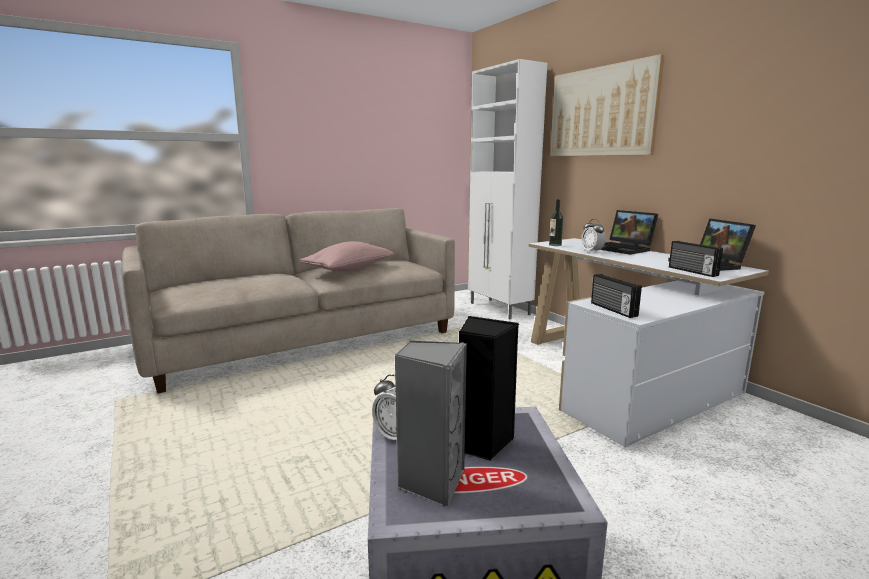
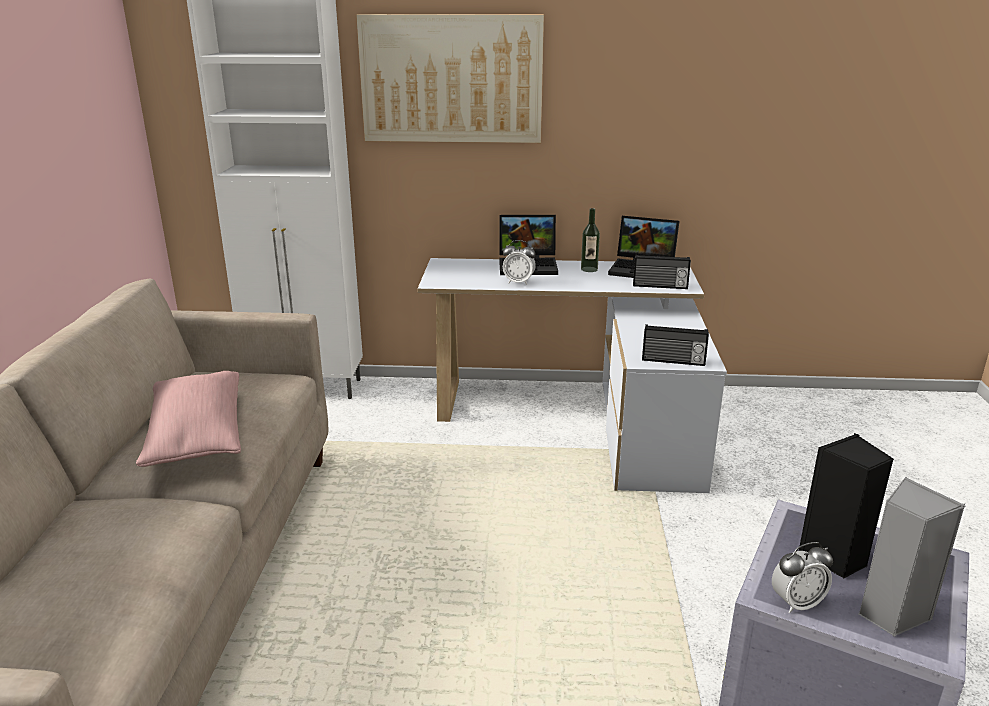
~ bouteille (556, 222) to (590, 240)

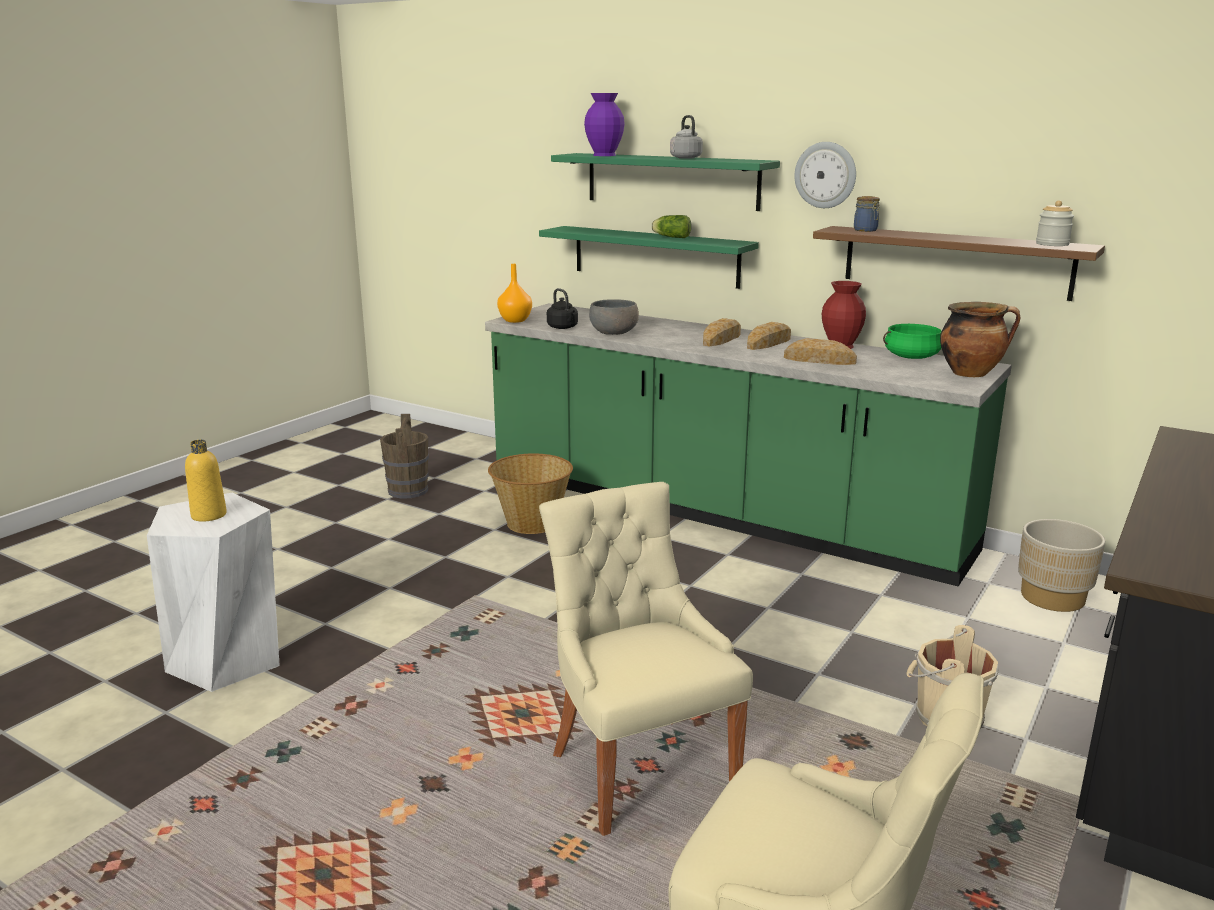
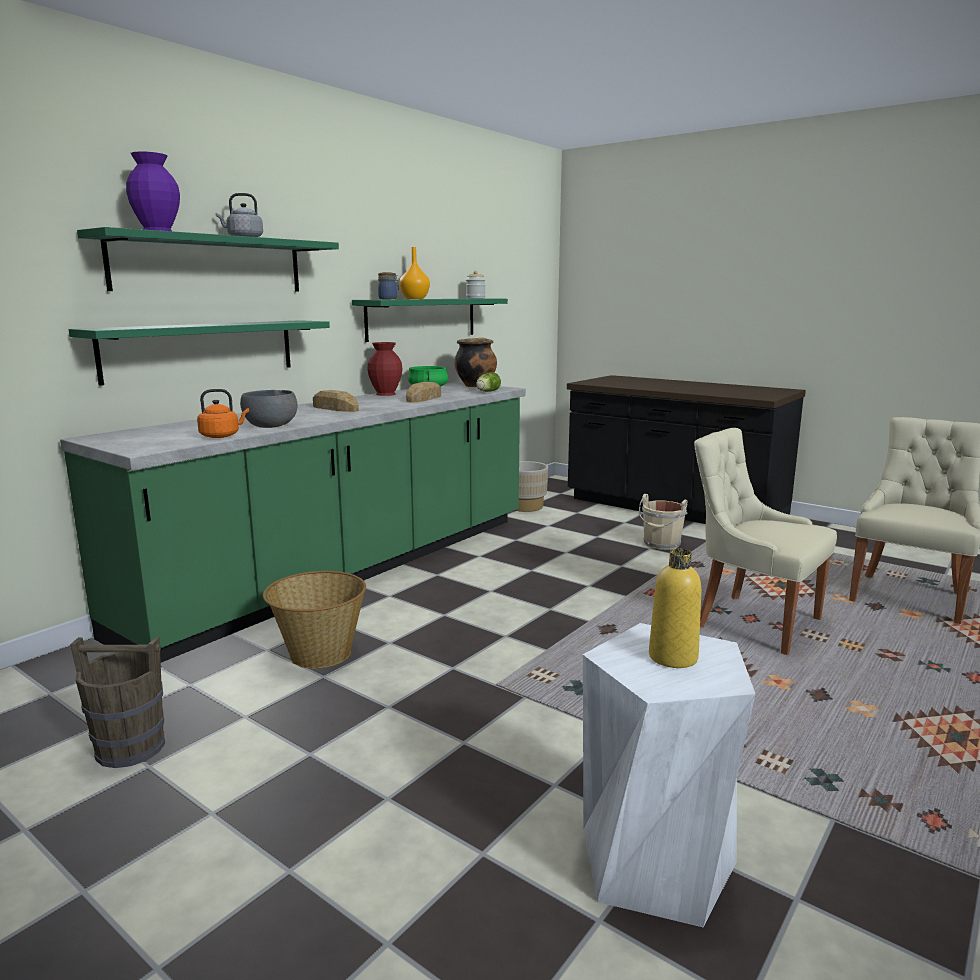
~ vase/orange (514, 293) to (414, 273)
~ chaise/beige (646, 659) = (765, 541) 60 degrees clockwise
~ bouilloire/noir (562, 308) to bouilloire/orange (223, 413)
~ laitue (671, 226) to (488, 382)
- pain (769, 336)
- horloge murale (825, 175)
~ étagère/marron (959, 263) to étagère/vert (430, 320)

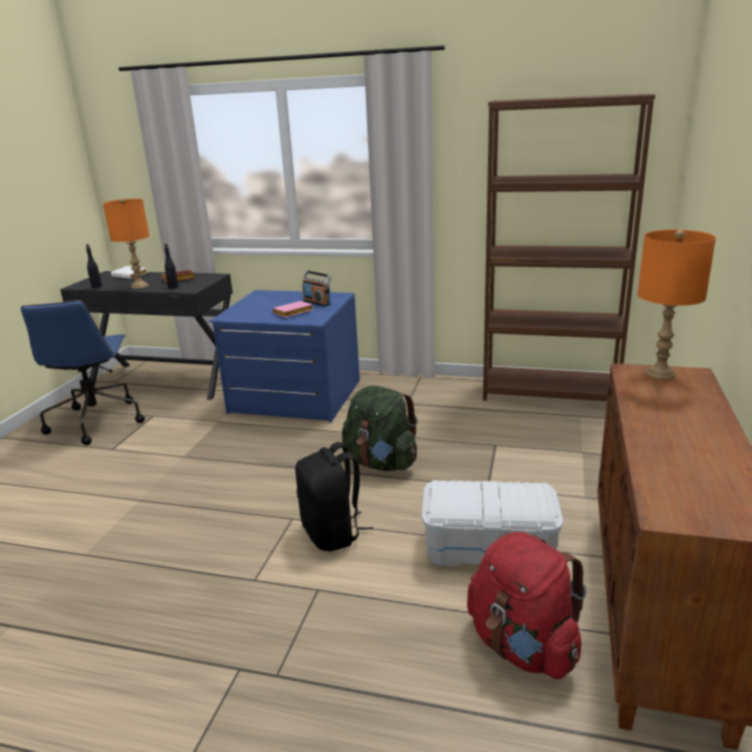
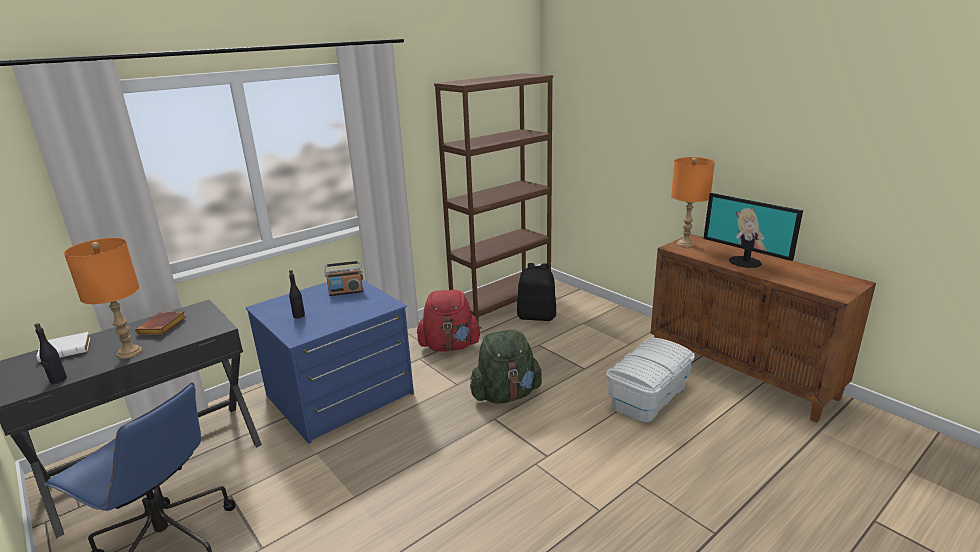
~ bouteille/noir (171, 266) to (297, 294)
- livre/rose (293, 309)
~ sac à dos/noir (334, 496) to (536, 292)
~ sac à dos/rouge (527, 605) to (449, 321)
+ écran d'ordinateur (753, 230)

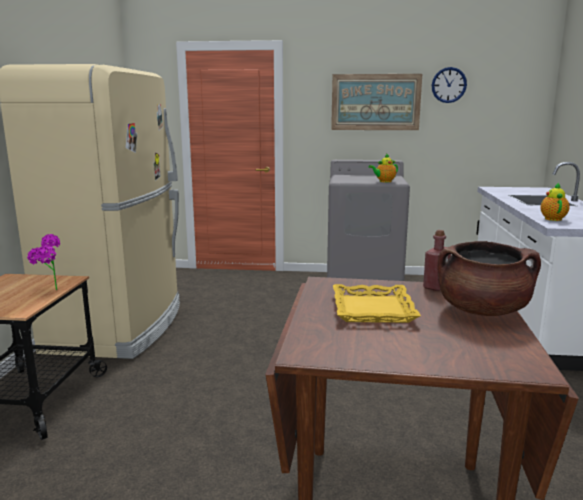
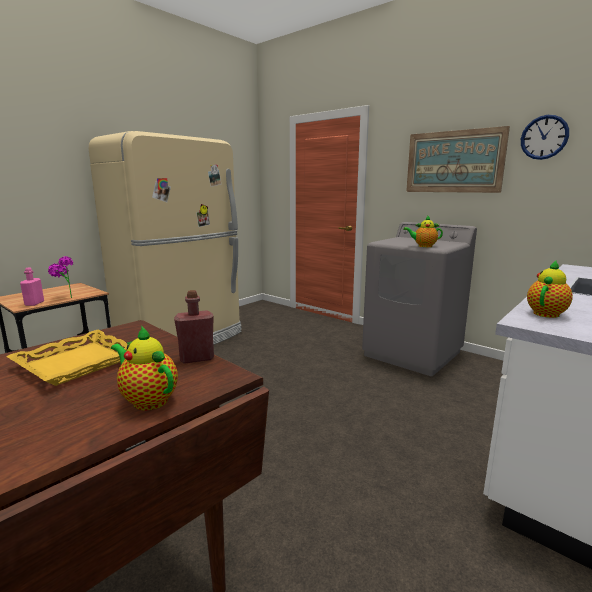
~ marmite/marron (489, 278) to théière (144, 367)
+ bouteille/rose (32, 286)

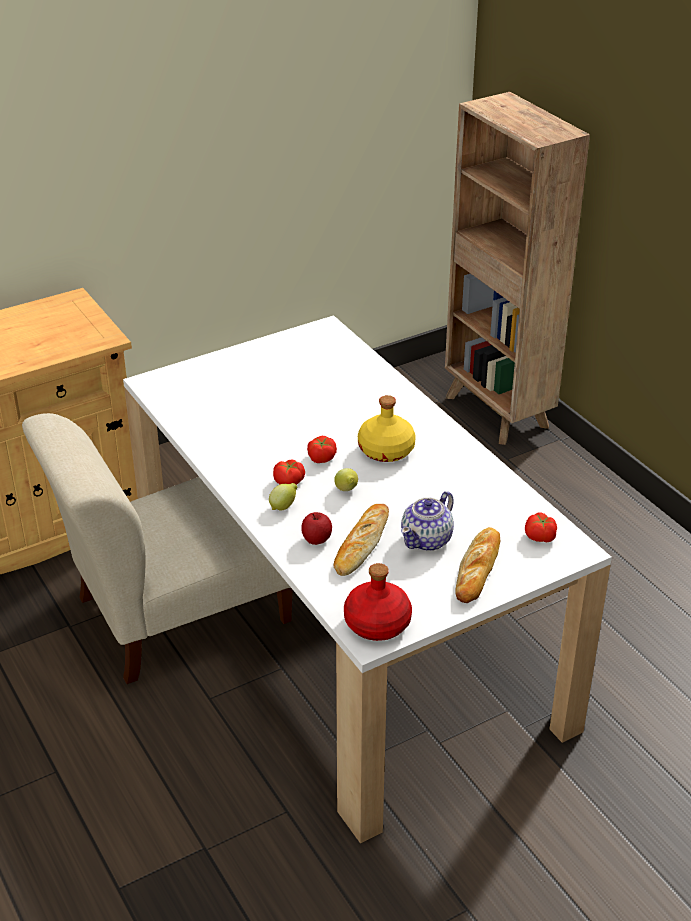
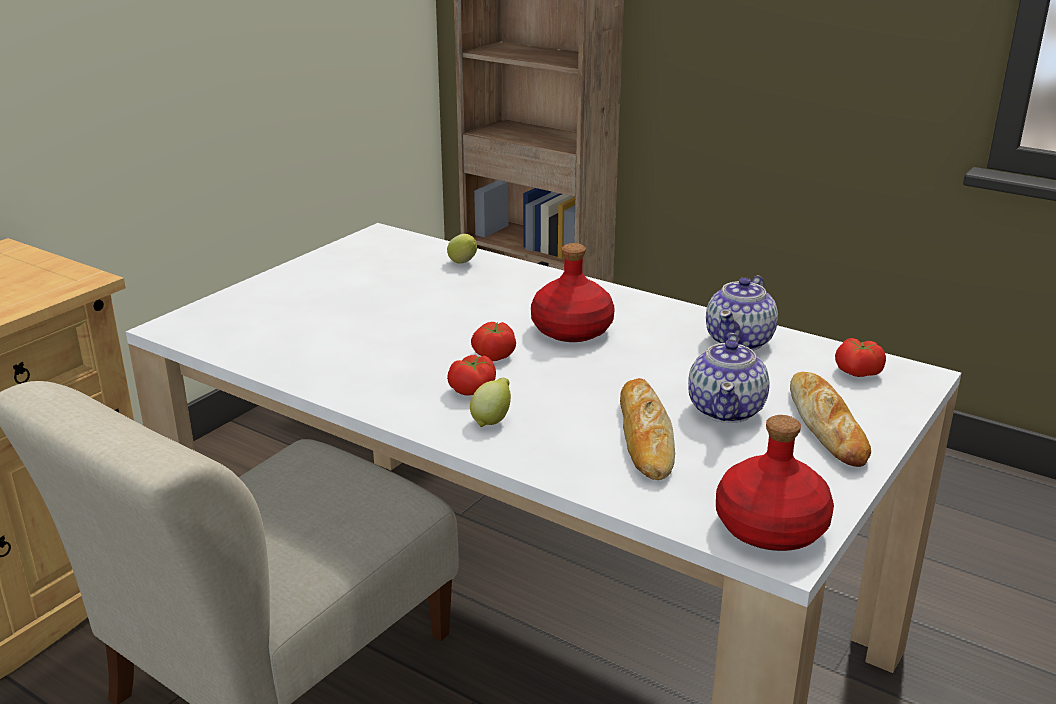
- pomme (316, 528)
~ citron (346, 479) to (462, 249)
~ bouteille/jaune (387, 428) to bouteille/rouge (573, 292)
+ théière (742, 313)

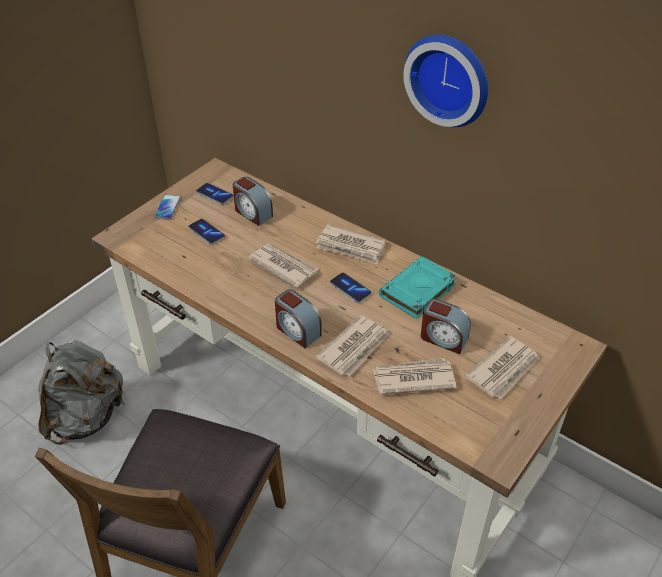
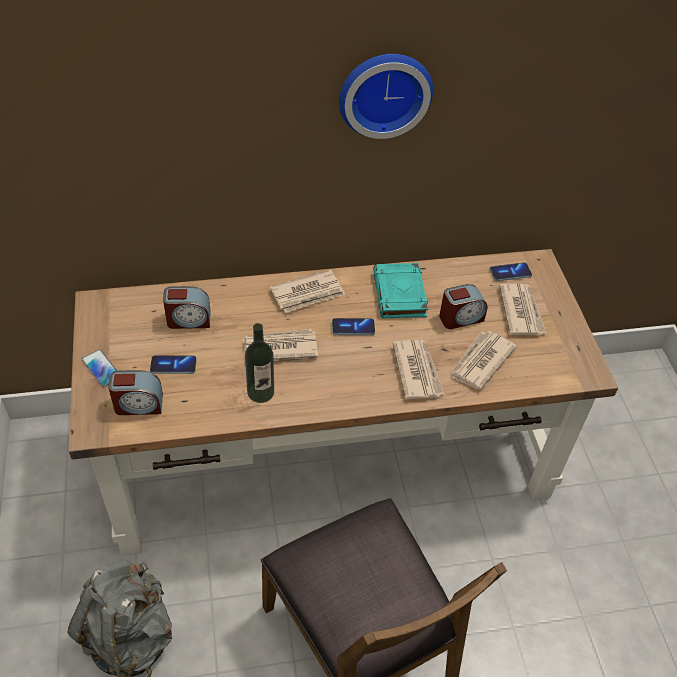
~ téléphone (214, 194) to (510, 272)
~ réveil (298, 318) to (135, 392)
+ bouteille (259, 363)

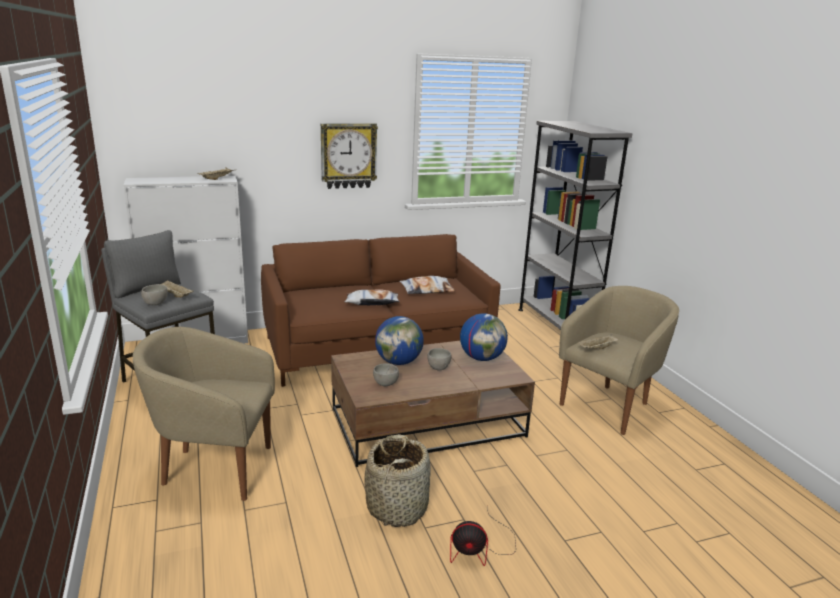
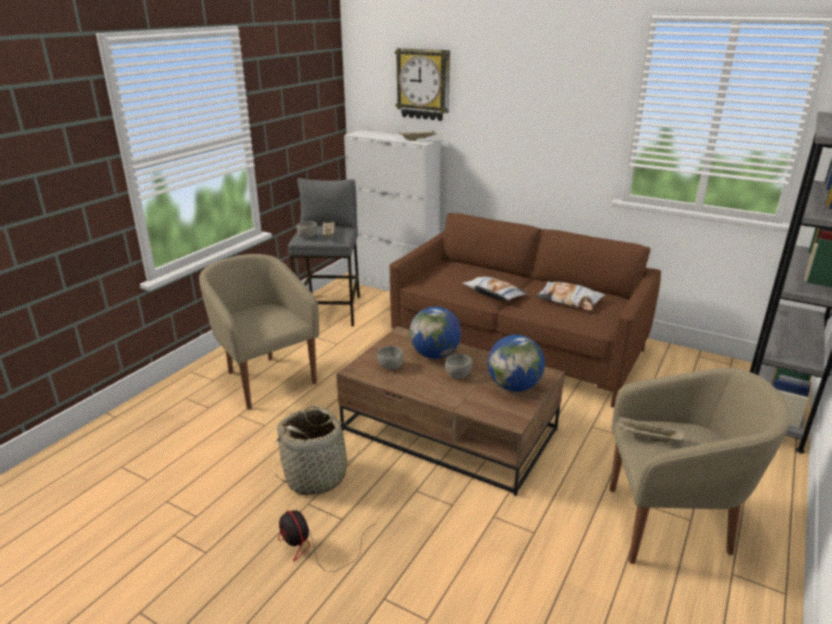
~ horloge murale (349, 156) to (422, 84)

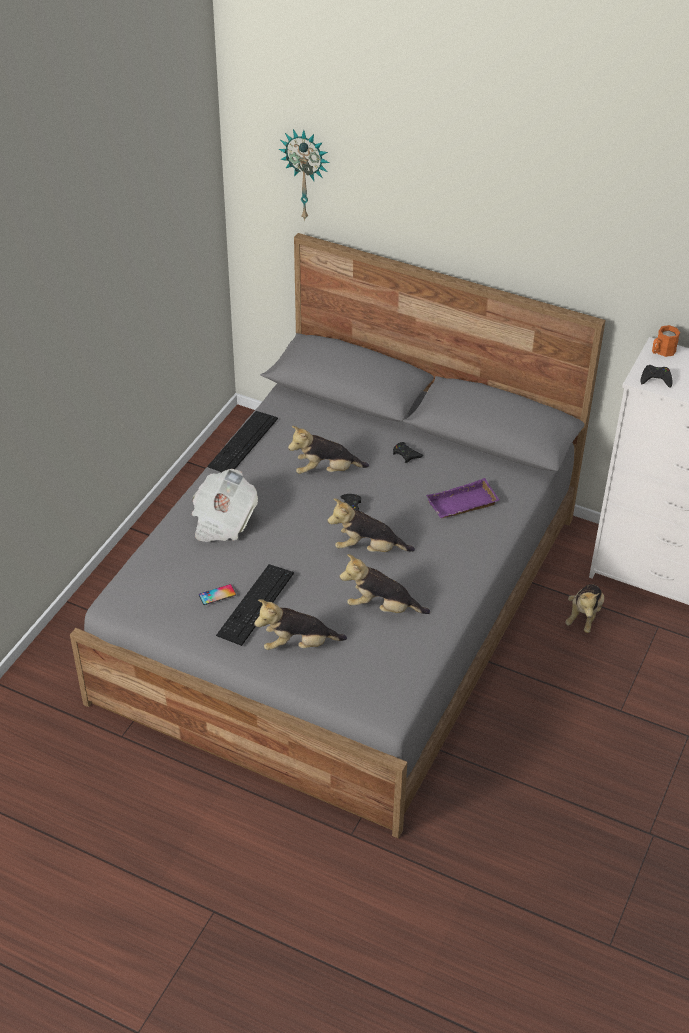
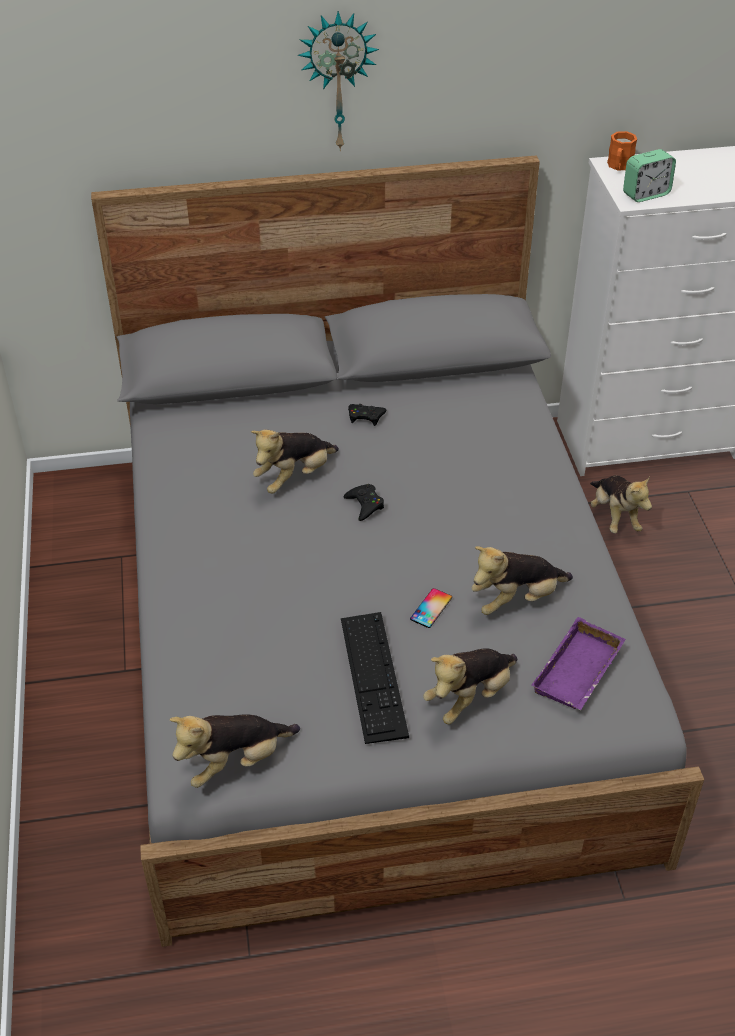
- journal (225, 505)
~ téléphone (217, 594) to (431, 608)
- clavier (242, 441)
~ horloge murale (304, 175) to (338, 81)
~ peluche (371, 525) to (234, 751)
~ plateau/violet (462, 498) to (578, 663)
~ manette/noir (656, 376) to réveil (649, 175)

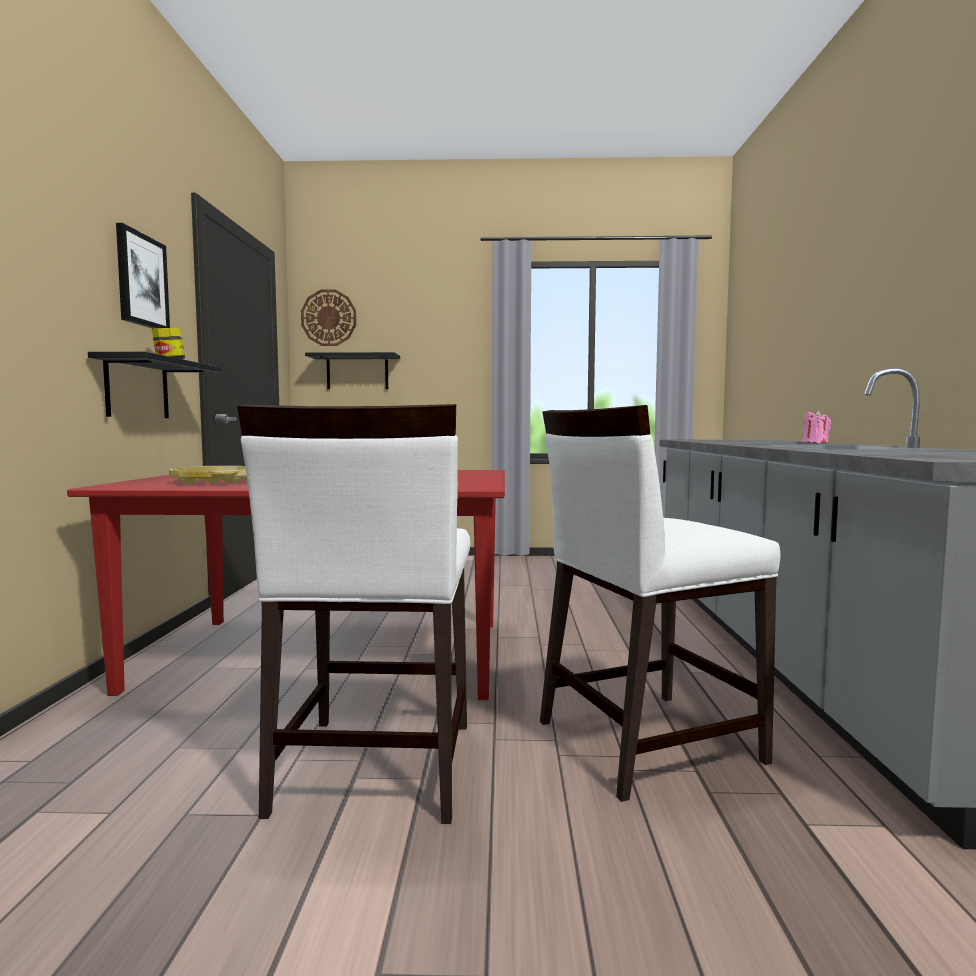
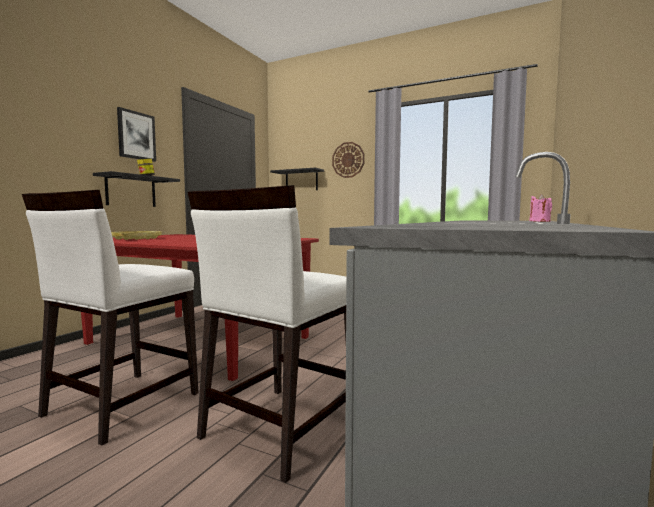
~ horloge murale (328, 317) to (348, 160)
~ chaise/blanc (660, 603) = (267, 334) 60 degrees counterclockwise

